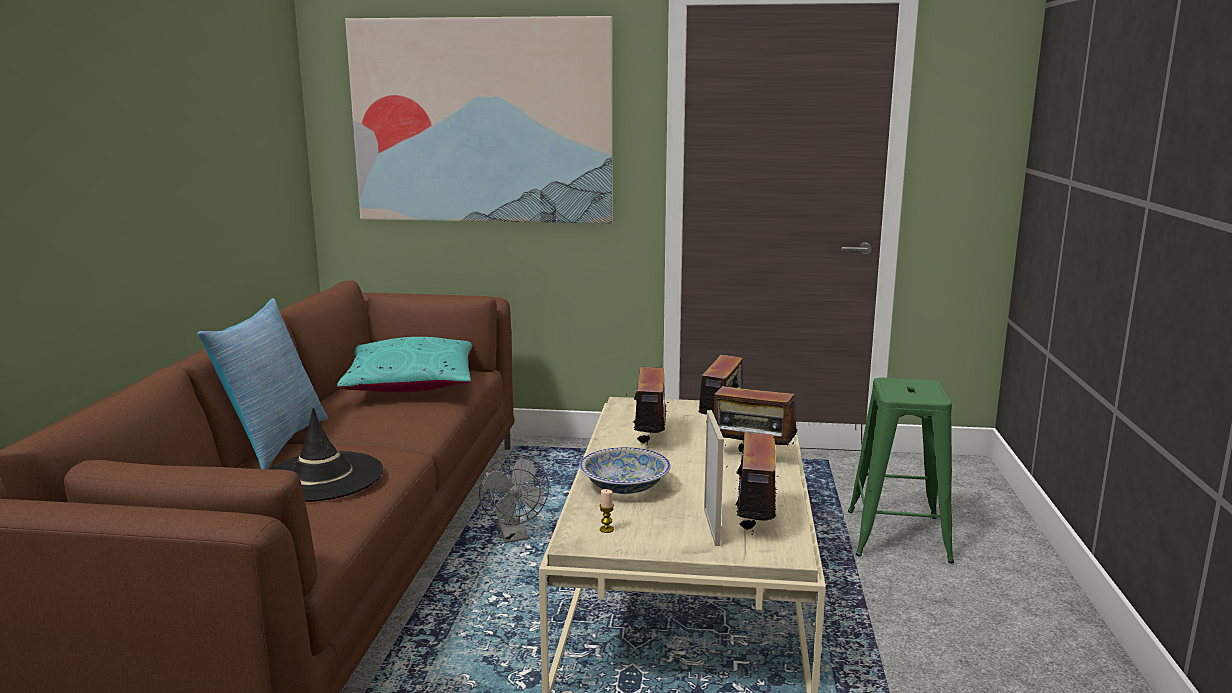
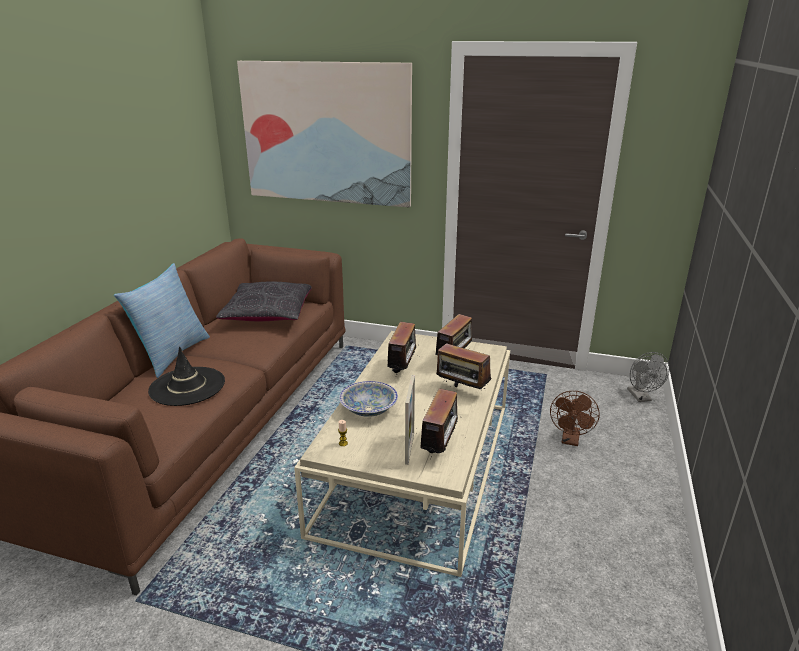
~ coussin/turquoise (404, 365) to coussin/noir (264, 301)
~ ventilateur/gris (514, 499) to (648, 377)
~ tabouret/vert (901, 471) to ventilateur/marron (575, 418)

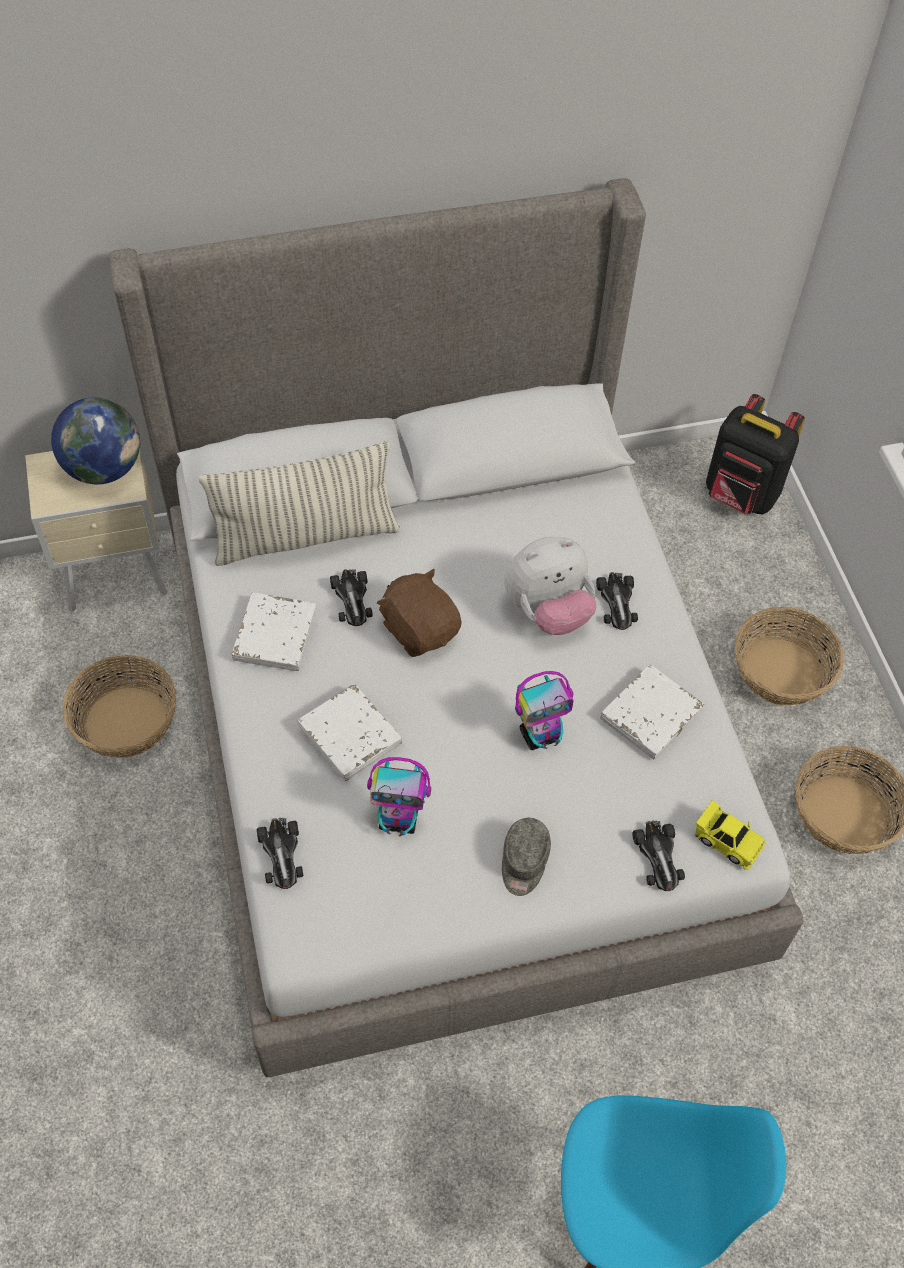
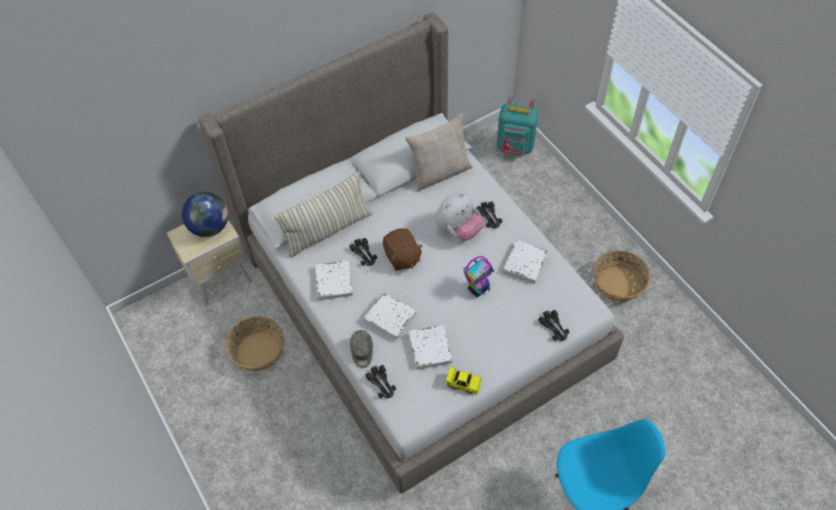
~ robot jouet (399, 796) to livre/blanc (430, 347)
~ peluche/marron (419, 613) = (403, 250) 150 degrees counterclockwise
~ casquette/gris (526, 857) to (361, 349)
~ petite voiture/jaune (730, 835) to (464, 381)
~ sac à dos/noir (755, 454) to sac à dos/turquoise (517, 126)
- panier (789, 656)
+ coussin/beige (438, 152)

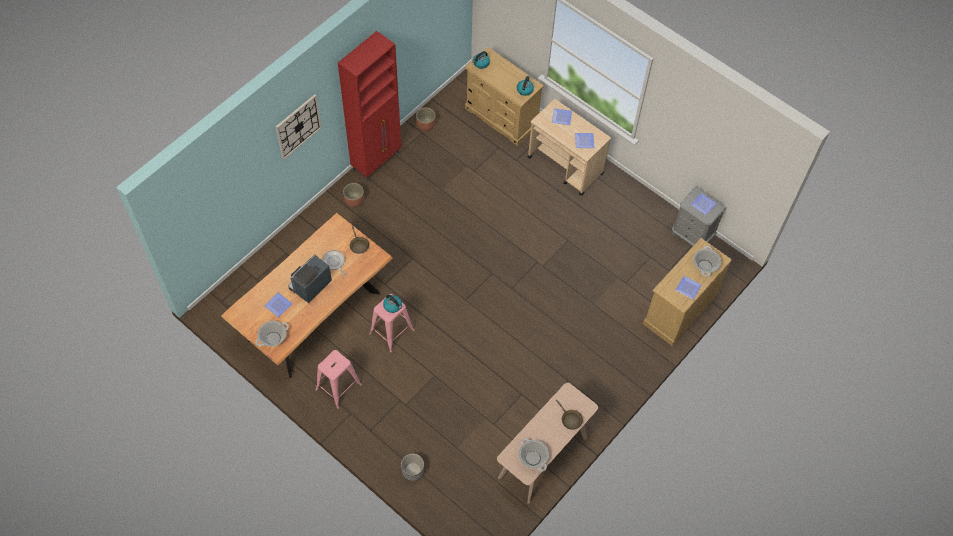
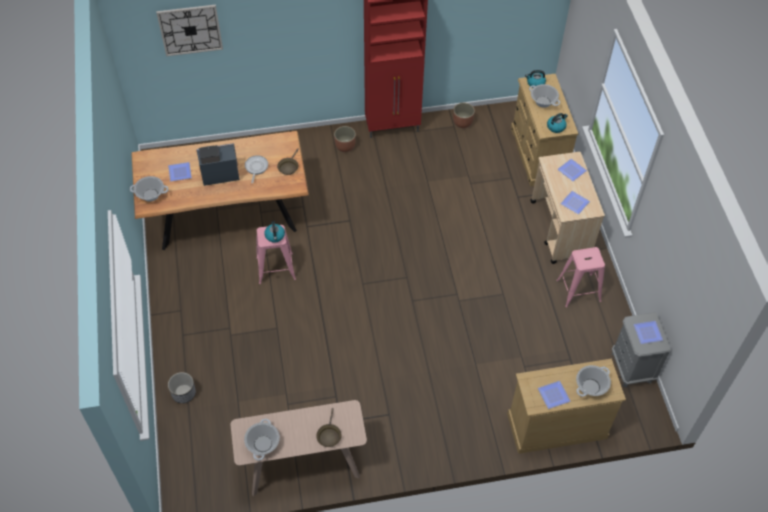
~ horloge murale (299, 127) to (189, 30)
~ tabouret/rose (338, 379) to (580, 277)
+ marmite (544, 96)

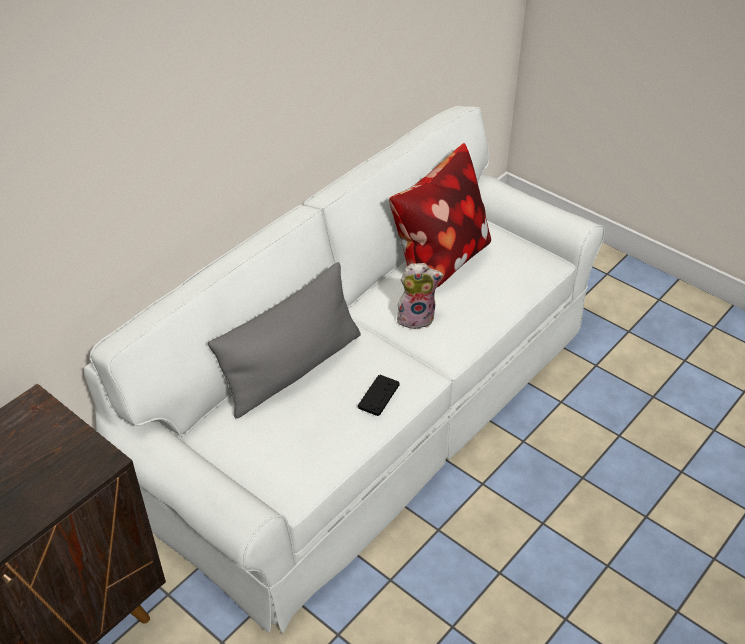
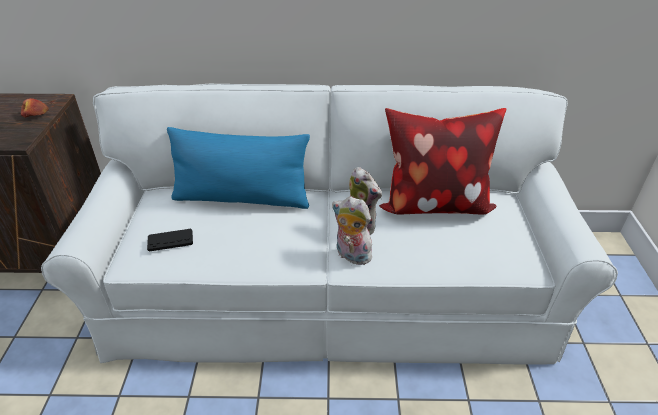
~ coussin/gris (284, 340) to coussin/bleu (238, 168)
~ manette/noir (379, 395) to (170, 240)
+ pomme (35, 108)
+ peluche (352, 230)

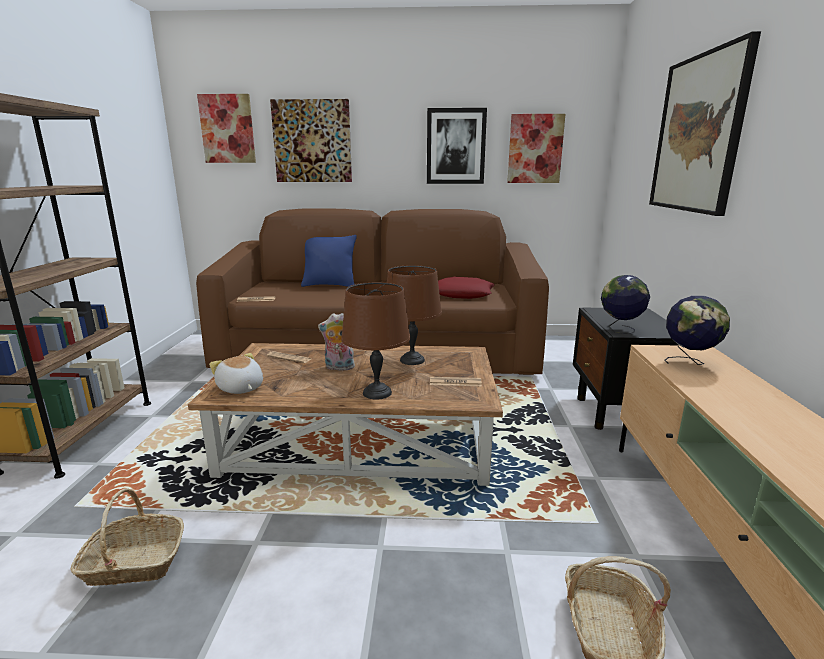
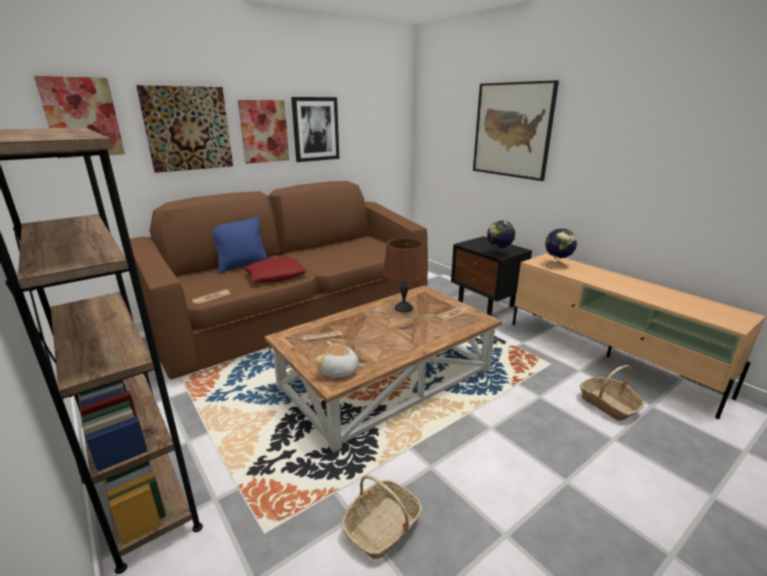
- peluche (336, 341)
- lampe de table/marron (375, 341)
~ coussin/rouge (466, 288) to (275, 270)
~ tableau (536, 148) to (263, 132)

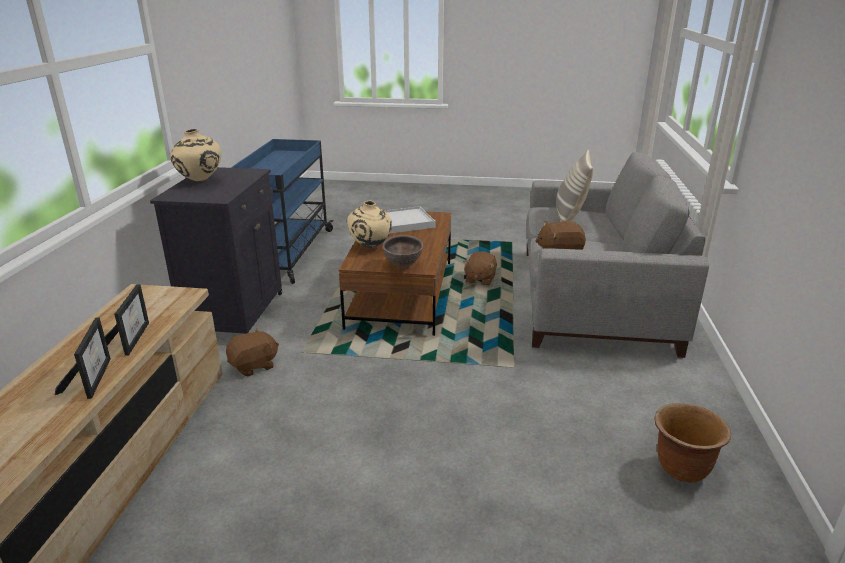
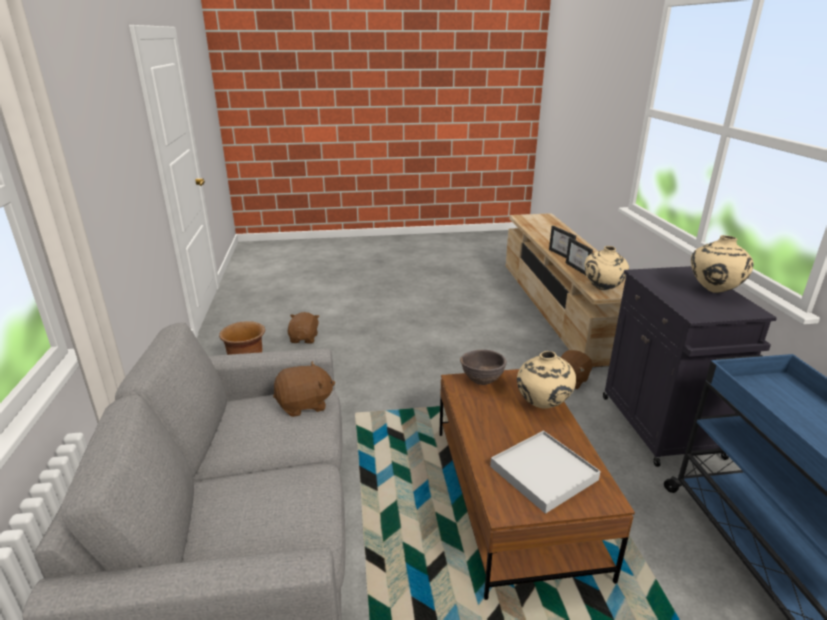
~ peluche/marron (480, 268) to (303, 328)
- coussin (574, 186)
+ vase/beige (607, 268)

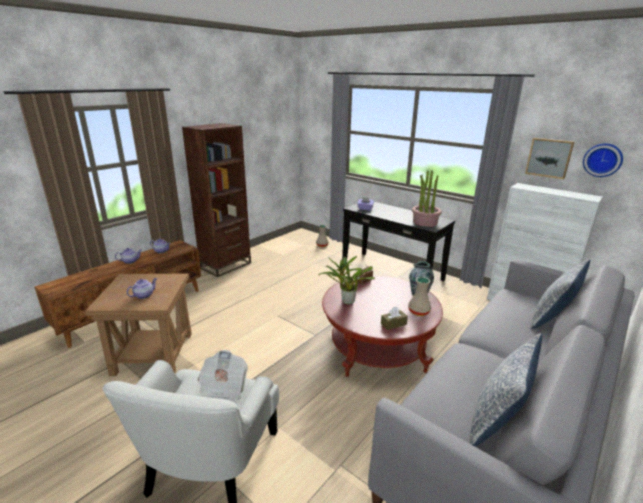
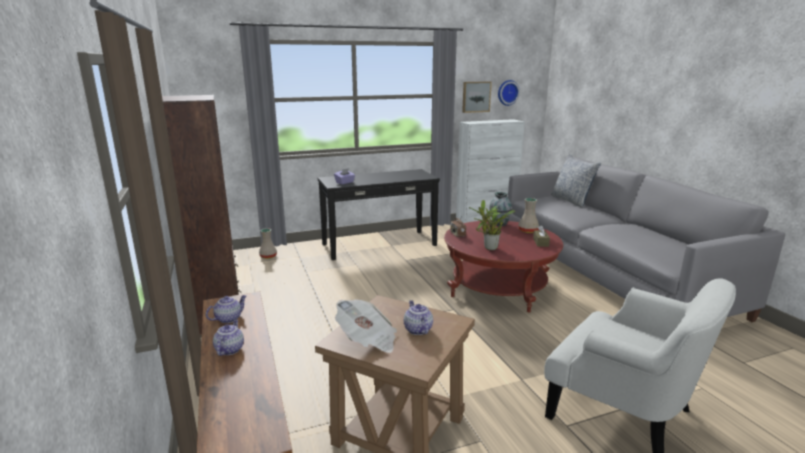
~ journal (223, 376) to (366, 326)
- plante en pot (427, 198)
- coussin (505, 389)

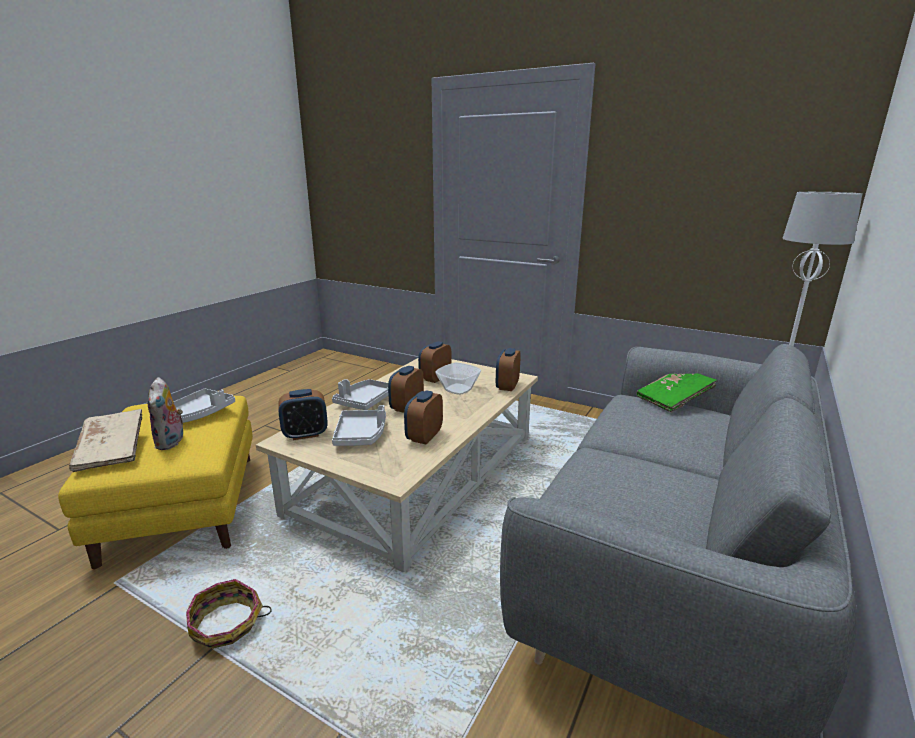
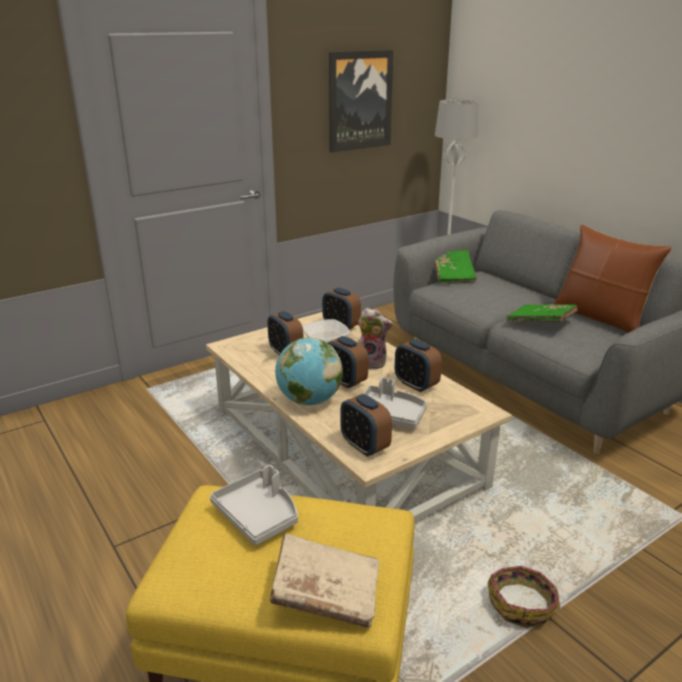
~ peluche (167, 413) to (375, 338)
~ réveil (303, 414) = (366, 425) 135 degrees clockwise
~ plateau/gris (360, 394) to globe (309, 371)
+ tableau (361, 101)
+ livre/vert (542, 313)
+ coussin/marron (612, 279)

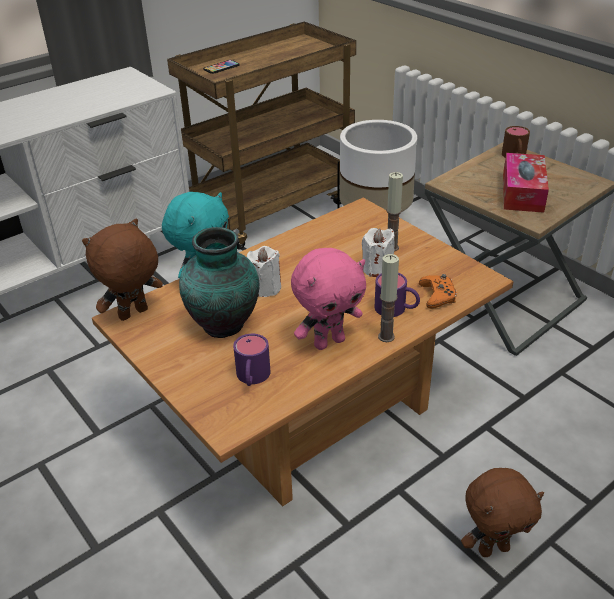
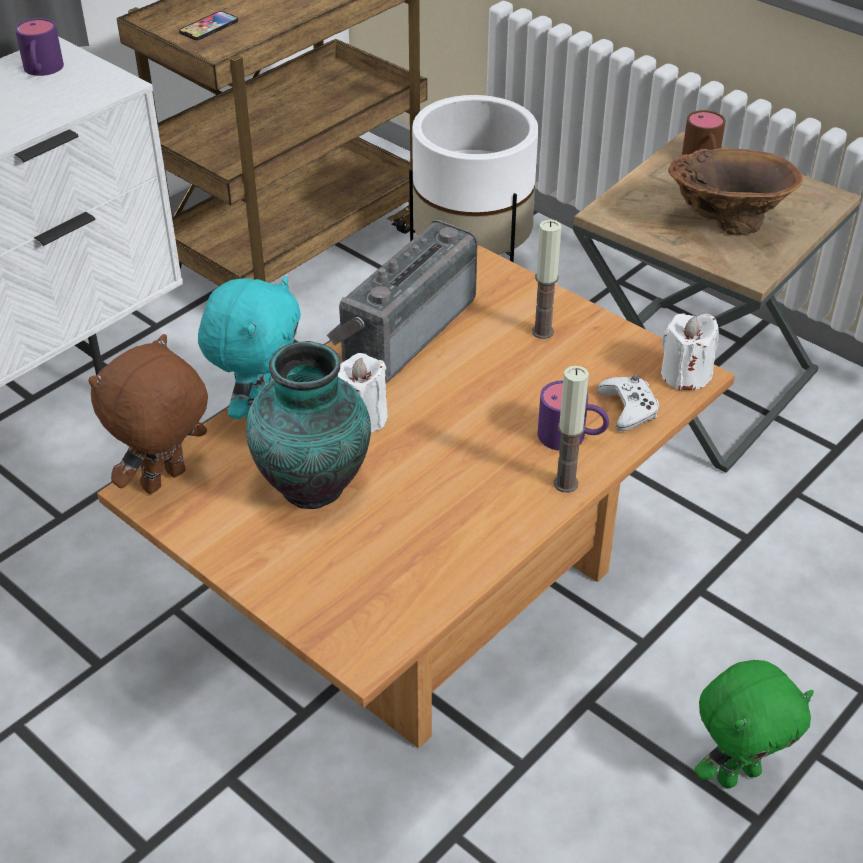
~ mug/violet (252, 360) to (39, 47)
- peluche/rose (328, 299)
~ bougie/blanc (378, 252) to (690, 351)
~ manette/orange (438, 291) to manette/blanc (628, 403)
~ peluche/marron (502, 512) to peluche/vert (754, 724)
~ boîte à mouchoirs (526, 183) to vase/marron (735, 191)
+ radio (402, 301)

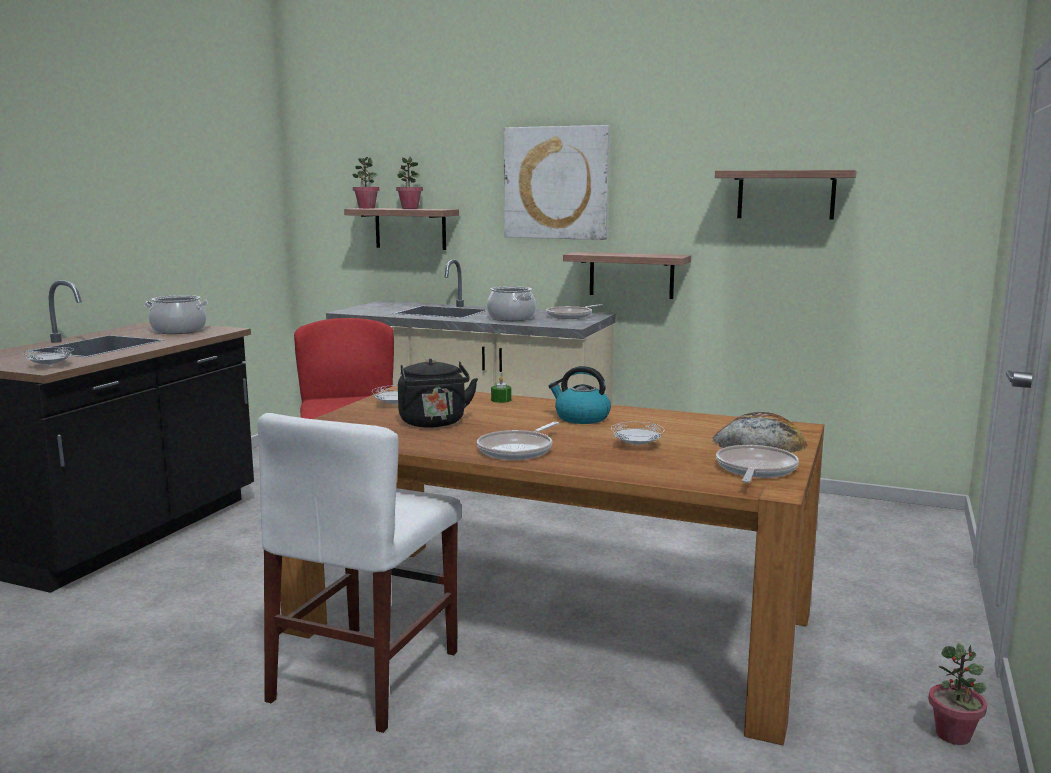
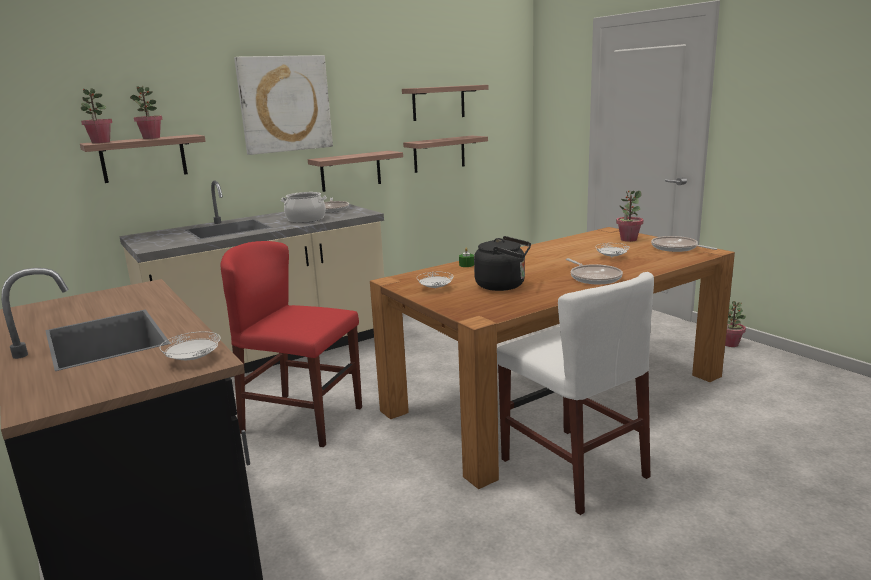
- marmite (176, 314)
- bouilloire (579, 395)
~ pain (759, 432) to plante en pot (629, 216)
+ étagère (445, 154)

